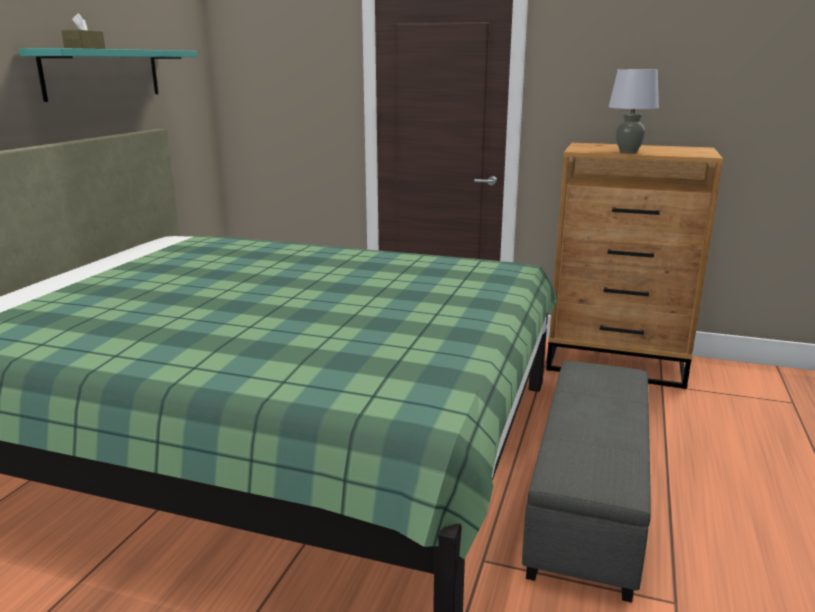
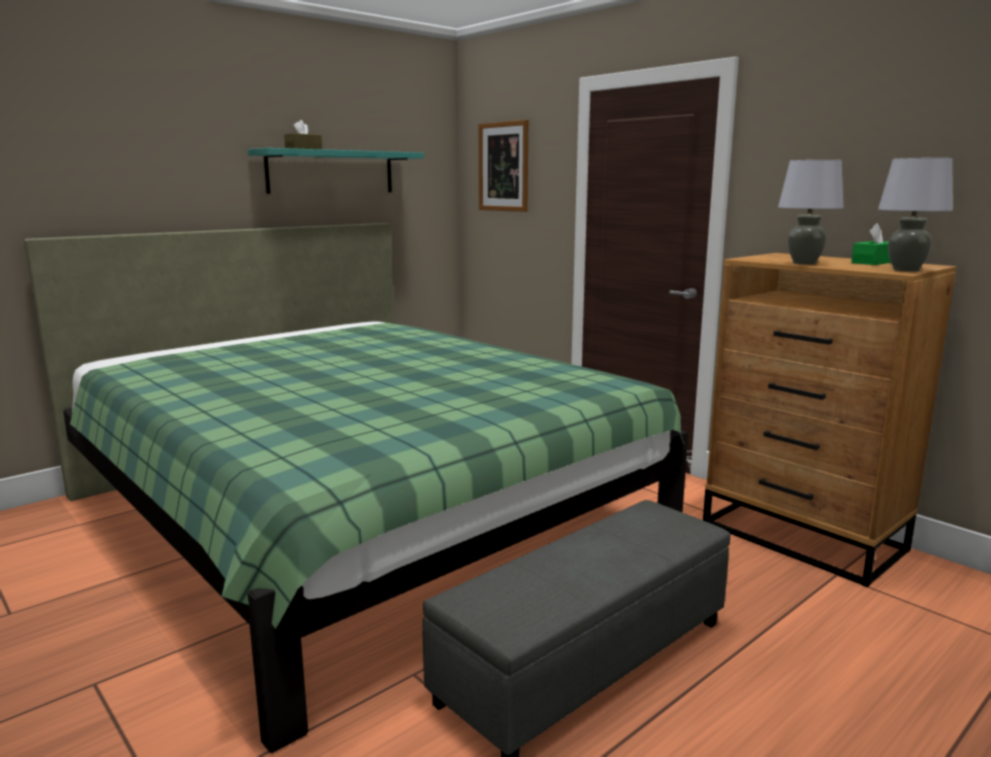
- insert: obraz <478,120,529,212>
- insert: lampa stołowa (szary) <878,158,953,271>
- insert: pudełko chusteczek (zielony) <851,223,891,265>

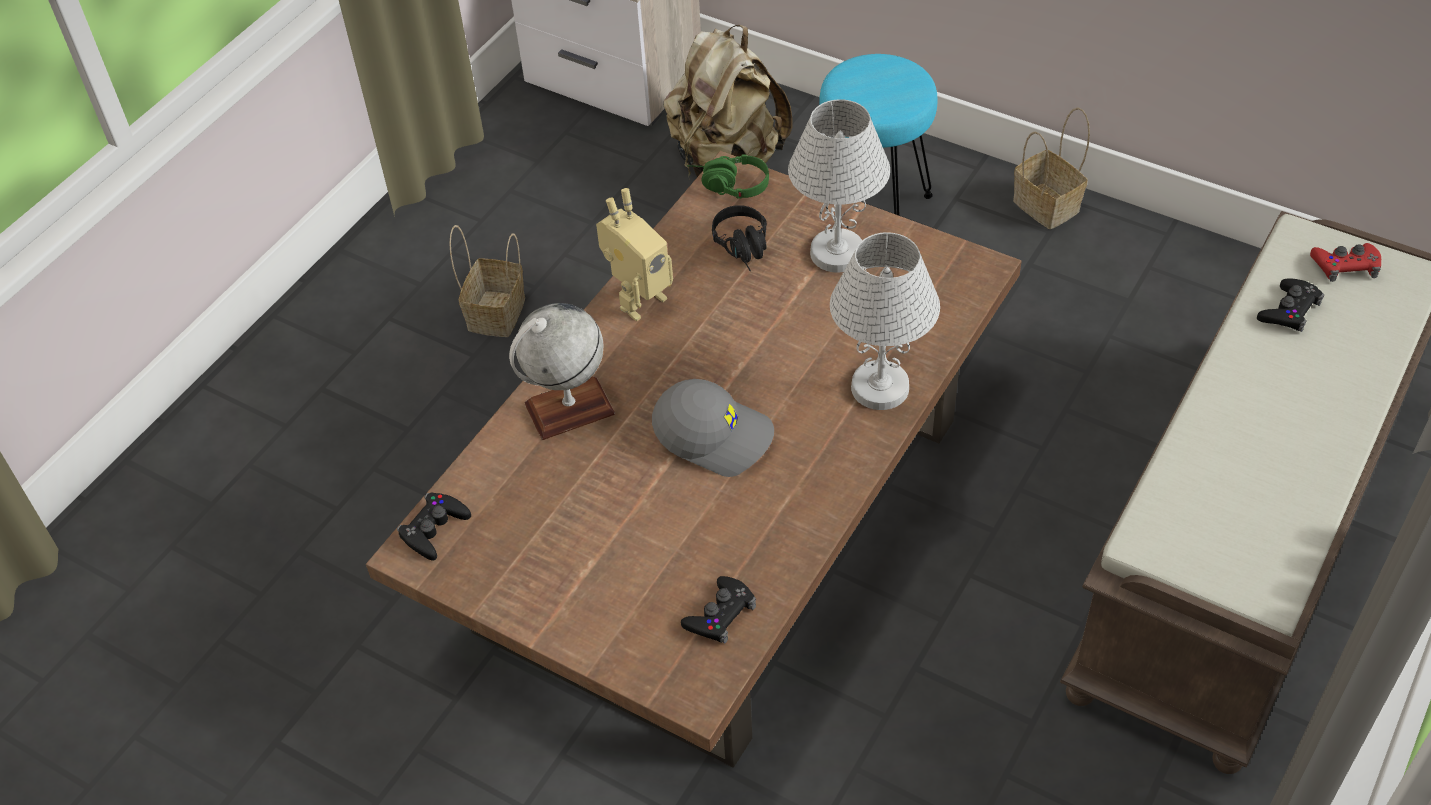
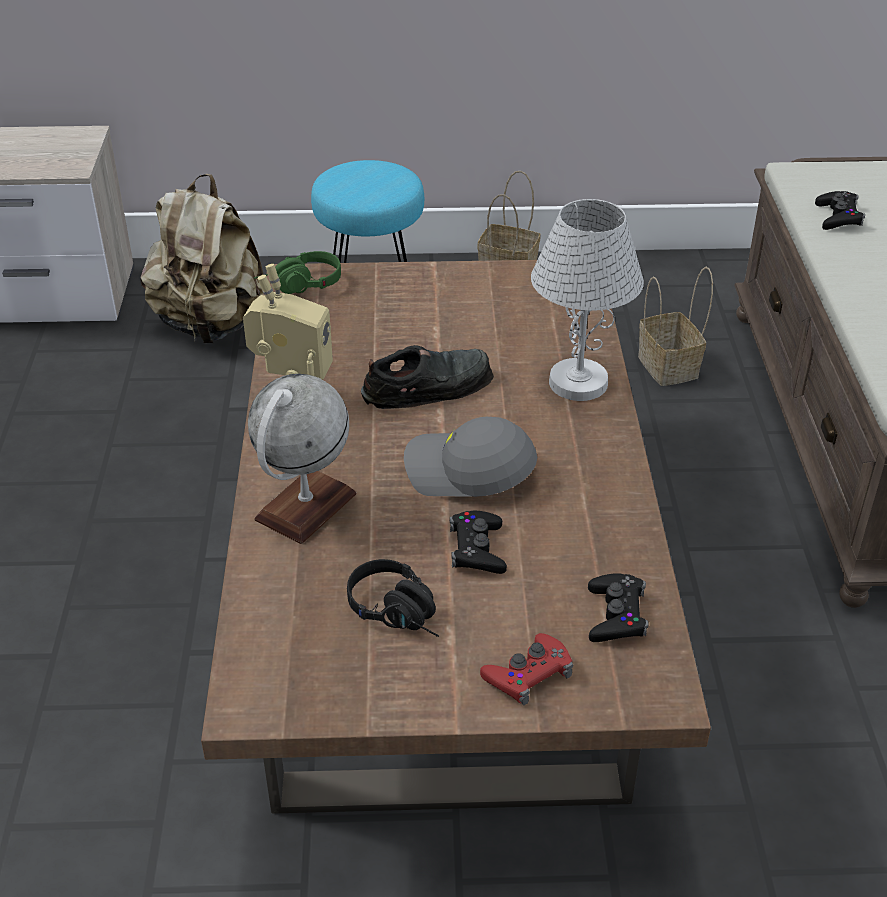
- delete: lampa stołowa (biały) <788,99,890,273>
- move: słuchawki (czarny) <712,205,767,271> to <347,559,439,637>
- move: koszyk <449,225,525,337> to <638,267,713,386>
- move: pad do gier (czerwony) <1310,243,1381,282> to <480,633,573,705>
- rotate: czapka z daszkiem (szary) <652,379,774,477> = <404,417,537,497> 150 degrees counterclockwise
- move: pad do gier (czarny) <397,493,471,561> to <450,511,507,574>
- insert: but (czarny) <361,345,494,409>

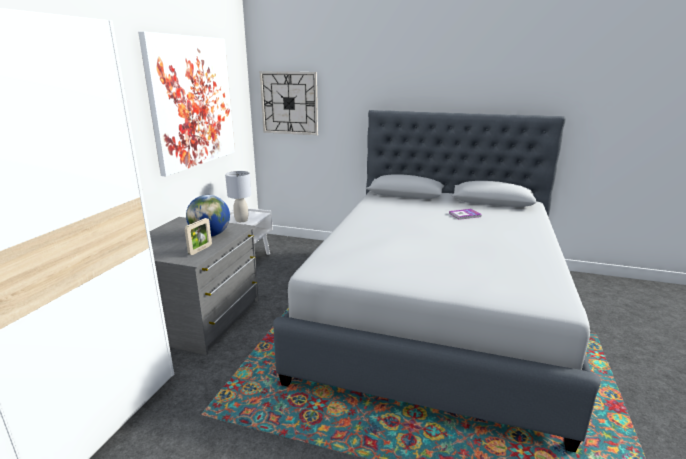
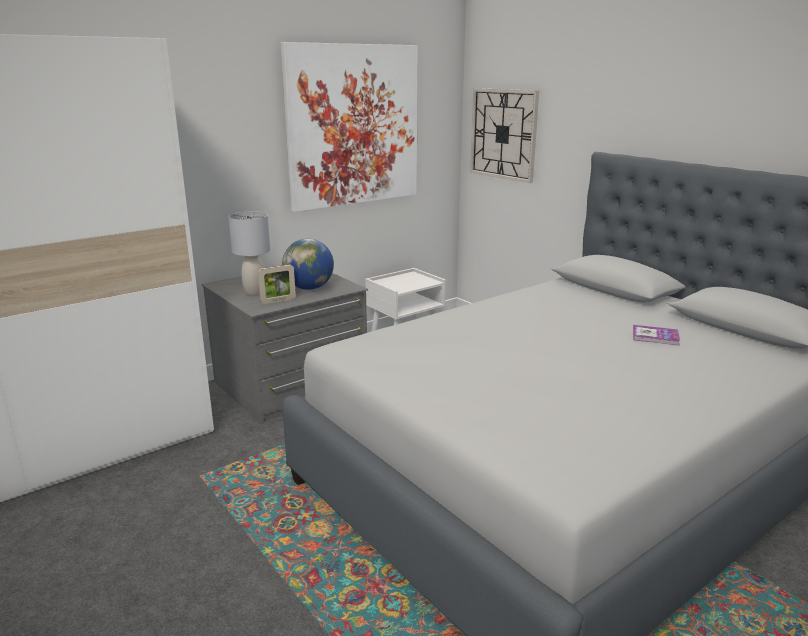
- move: lampa stołowa (szary) <225,171,251,222> to <228,211,270,295>

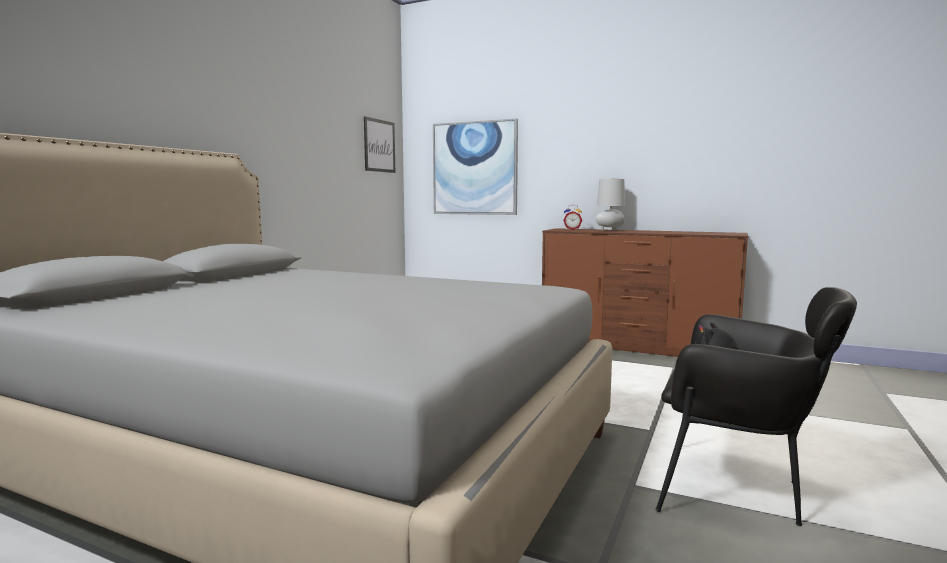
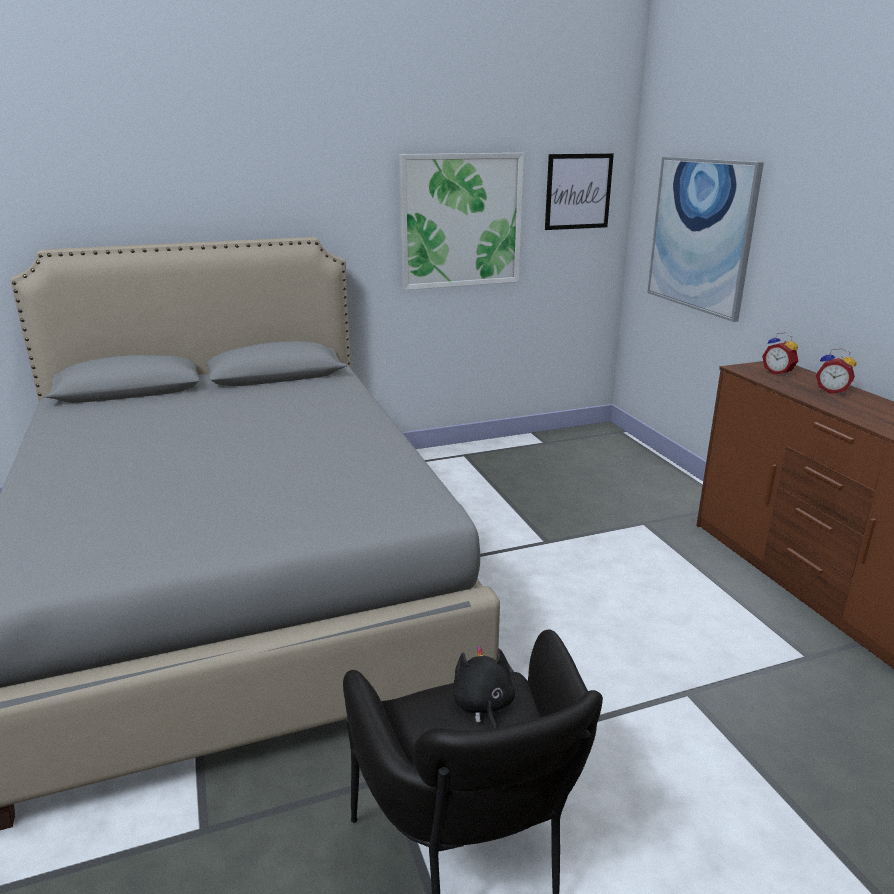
- replace: lampa stołowa (szary) <596,178,625,231> to budzik <816,348,856,394>
- insert: obraz <399,153,524,290>

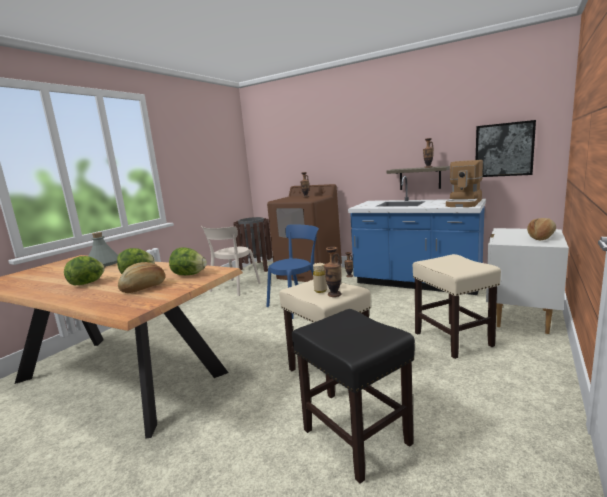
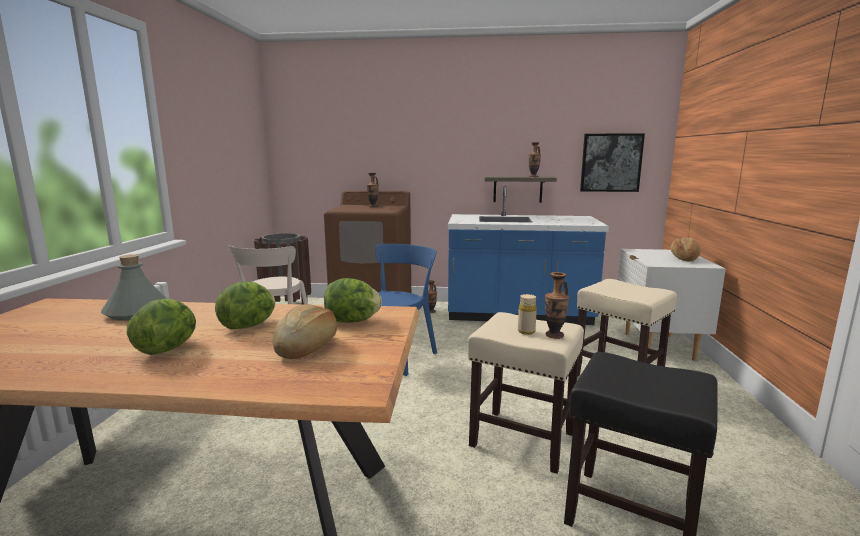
- delete: ekspres do kawy <446,160,483,207>

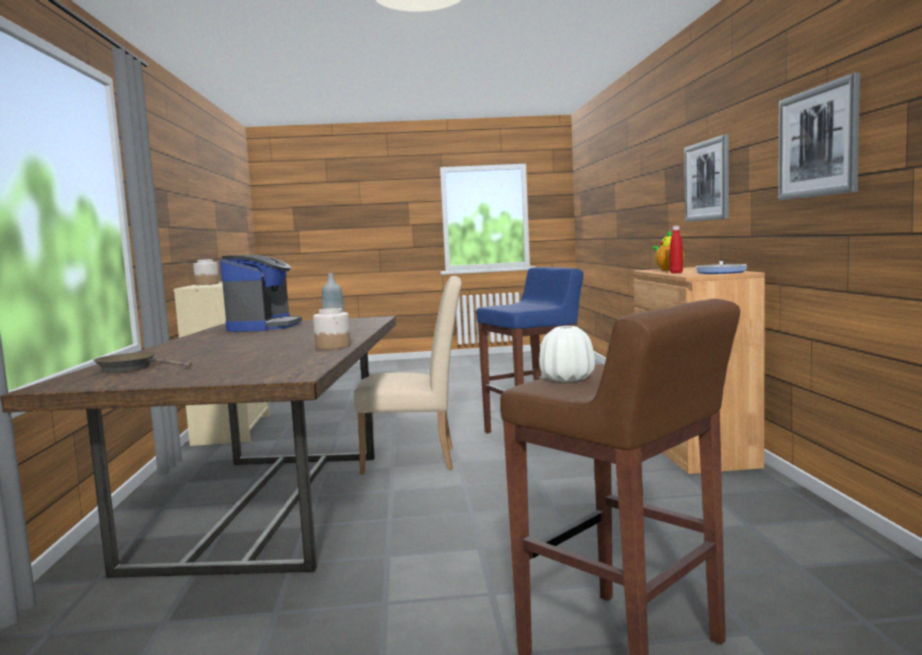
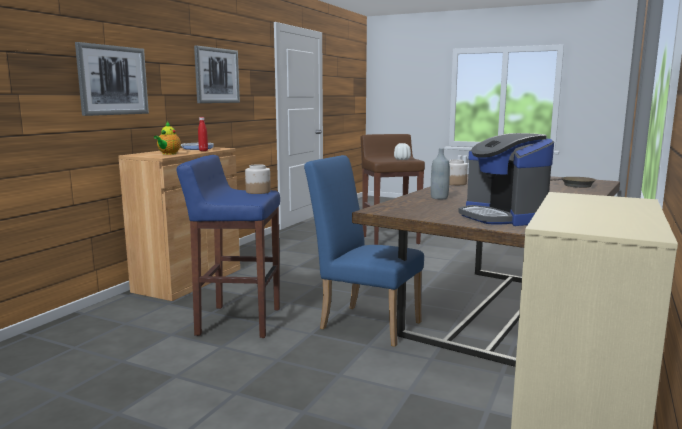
- rotate: ekspres do kawy <220,255,302,332> = <458,133,554,226> 60 degrees counterclockwise
- move: słoik <193,259,219,285> to <245,164,271,194>
- recolor: krzesło (beżowy) <354,276,462,474> to krzesło (niebieski) <304,155,424,347>

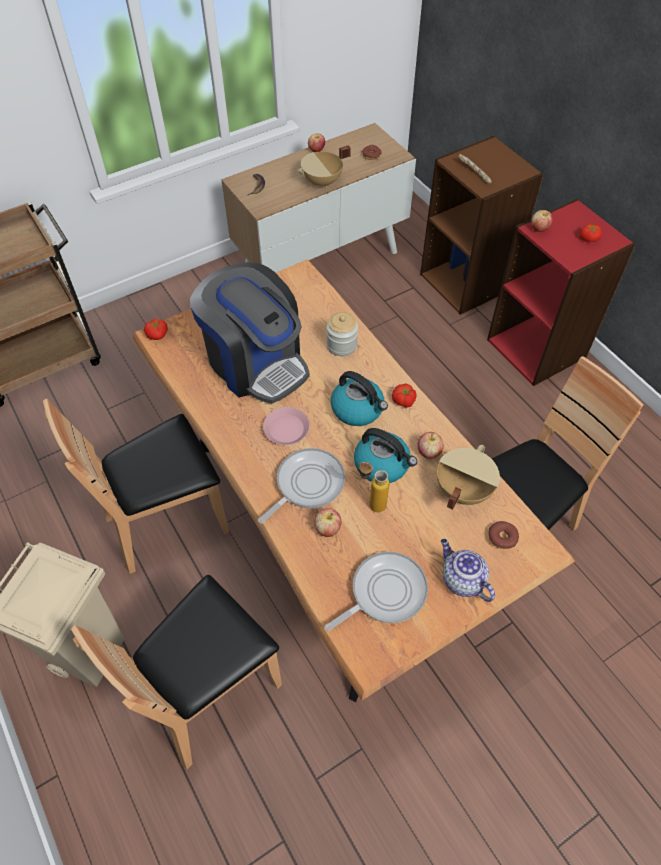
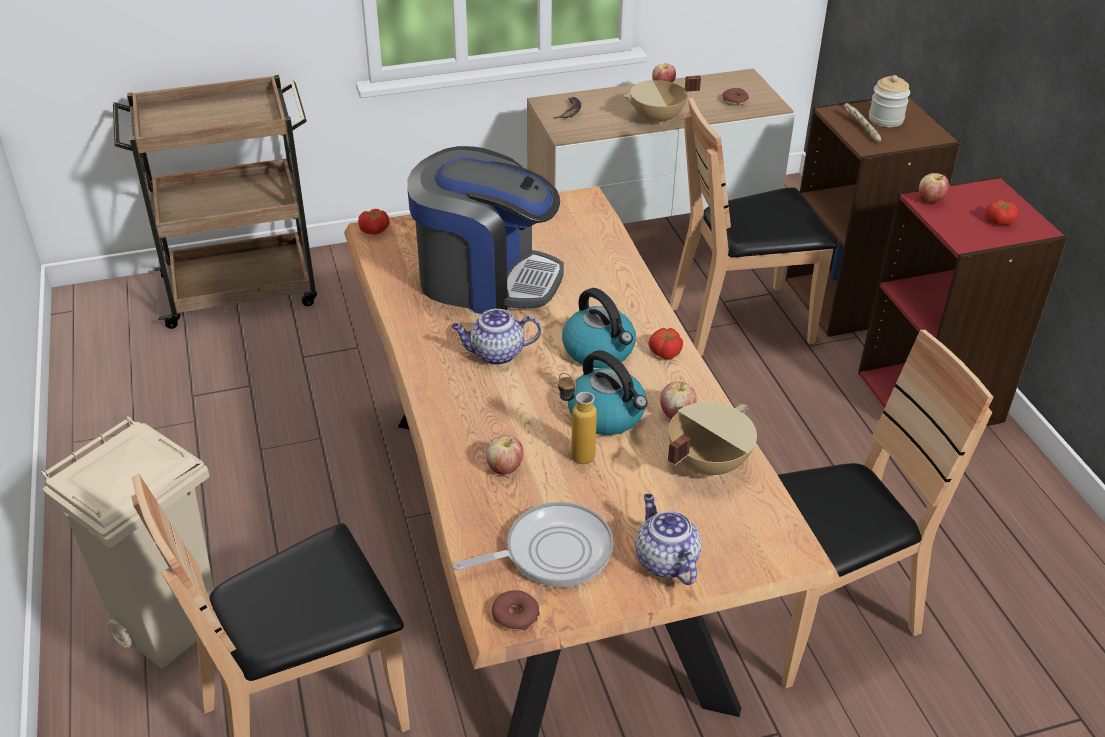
- rotate: ekspres do kawy <190,262,310,403> = <407,146,564,314> 45 degrees counterclockwise
- move: słoik <326,312,358,356> to <869,75,910,127>
- move: krzesło (brązowy) <43,398,229,574> to <669,97,838,356>
- replace: talerz (różowy) <263,407,310,445> to imbryk <451,309,541,365>
- delete: patelnia <258,448,345,524>
- move: donut <489,521,519,549> to <492,590,540,631>

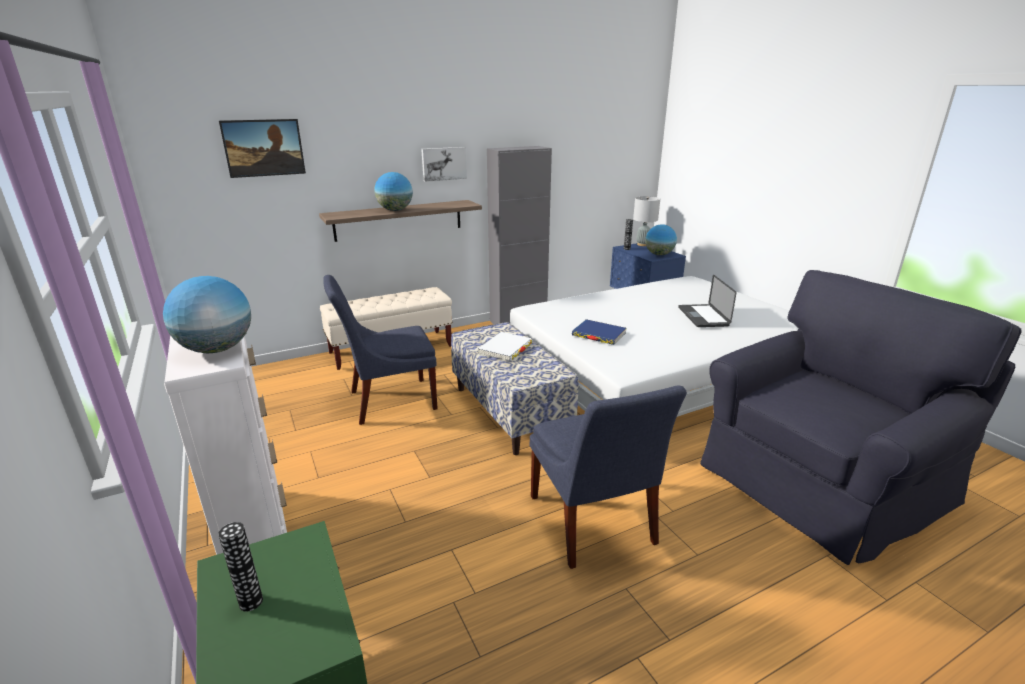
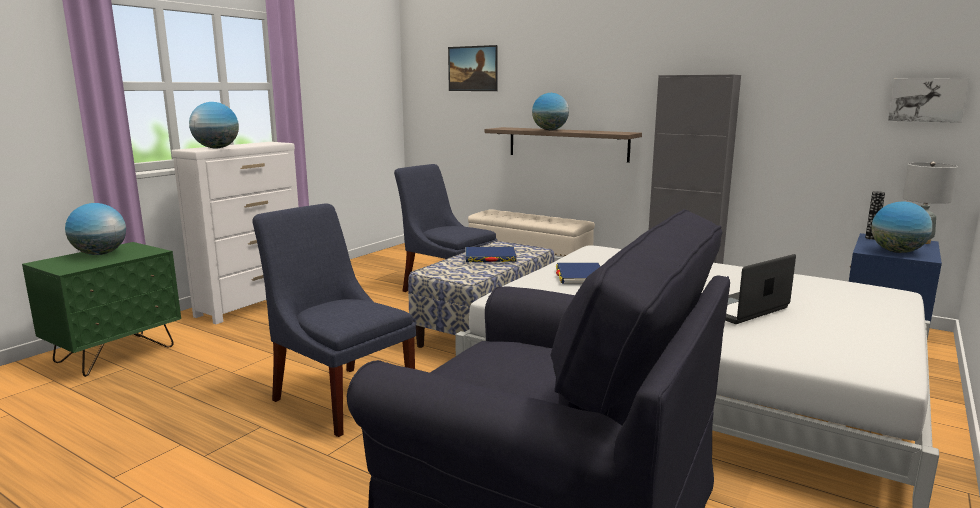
- move: obraz <421,147,467,182> to <888,78,969,123>
- recolor: książka (biały) <478,332,532,361> to książka (niebieski) <466,247,516,262>
- rotate: krzesło (niebieski) <530,385,687,569> = <252,203,416,437> 90 degrees clockwise
- replace: wazon <218,522,263,612> to globus <65,203,126,255>

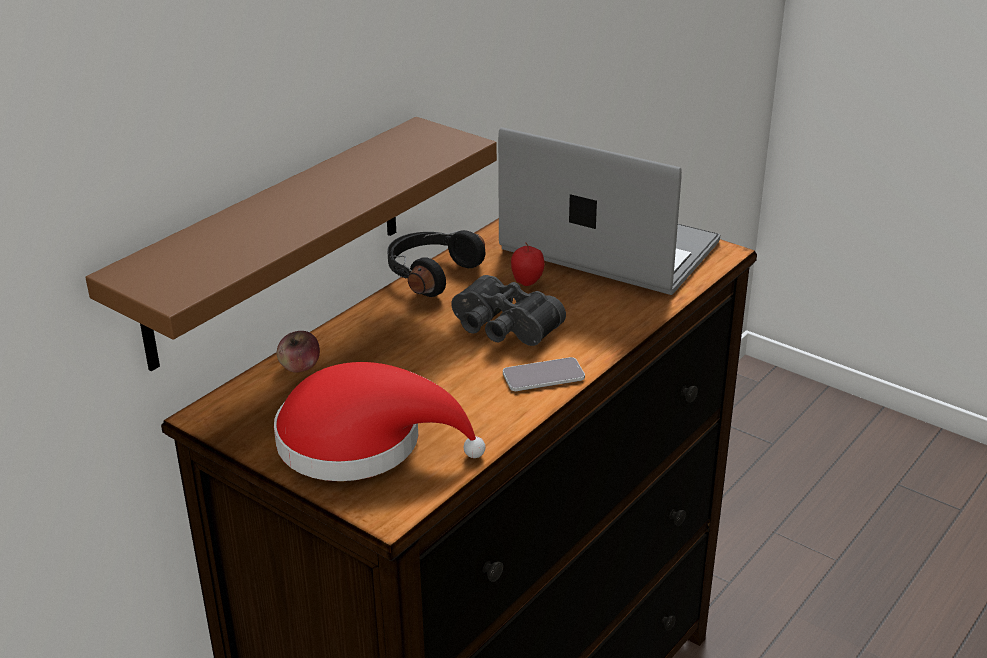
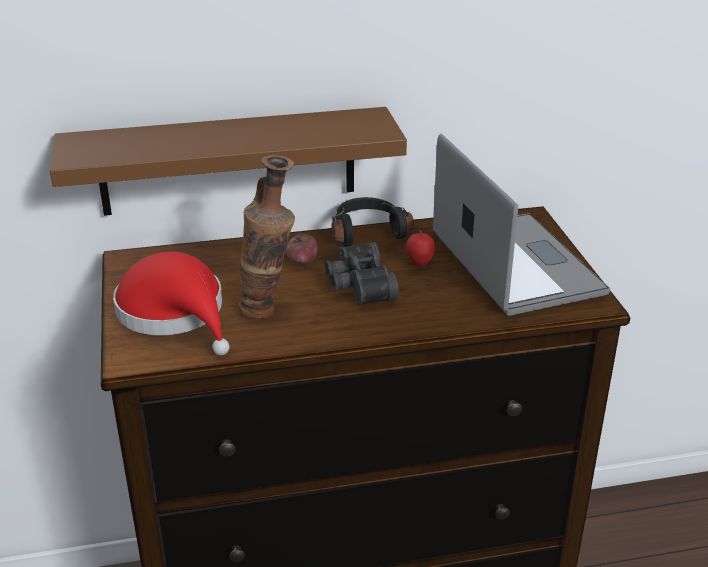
- move: jabłko <277,331,320,373> to <286,234,318,264>
- delete: telefon <503,357,585,391>
- insert: wazon <238,155,295,319>

